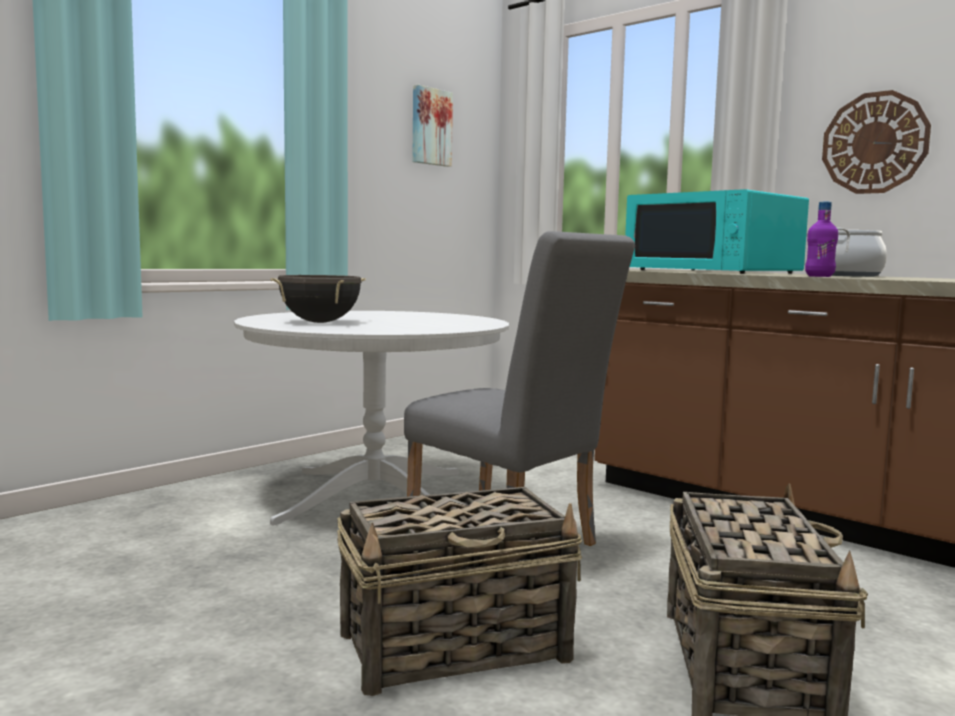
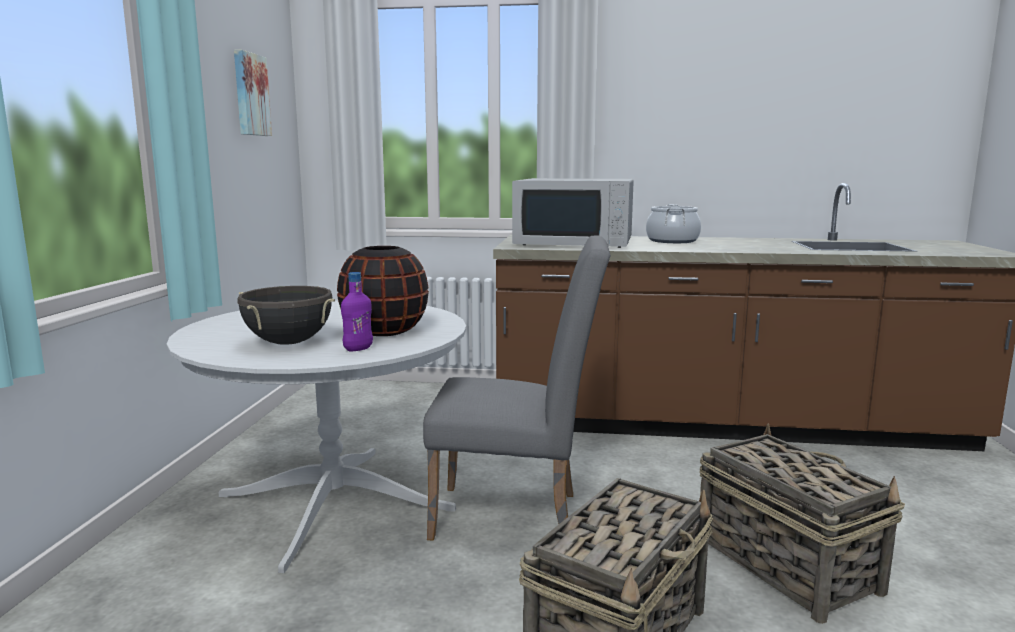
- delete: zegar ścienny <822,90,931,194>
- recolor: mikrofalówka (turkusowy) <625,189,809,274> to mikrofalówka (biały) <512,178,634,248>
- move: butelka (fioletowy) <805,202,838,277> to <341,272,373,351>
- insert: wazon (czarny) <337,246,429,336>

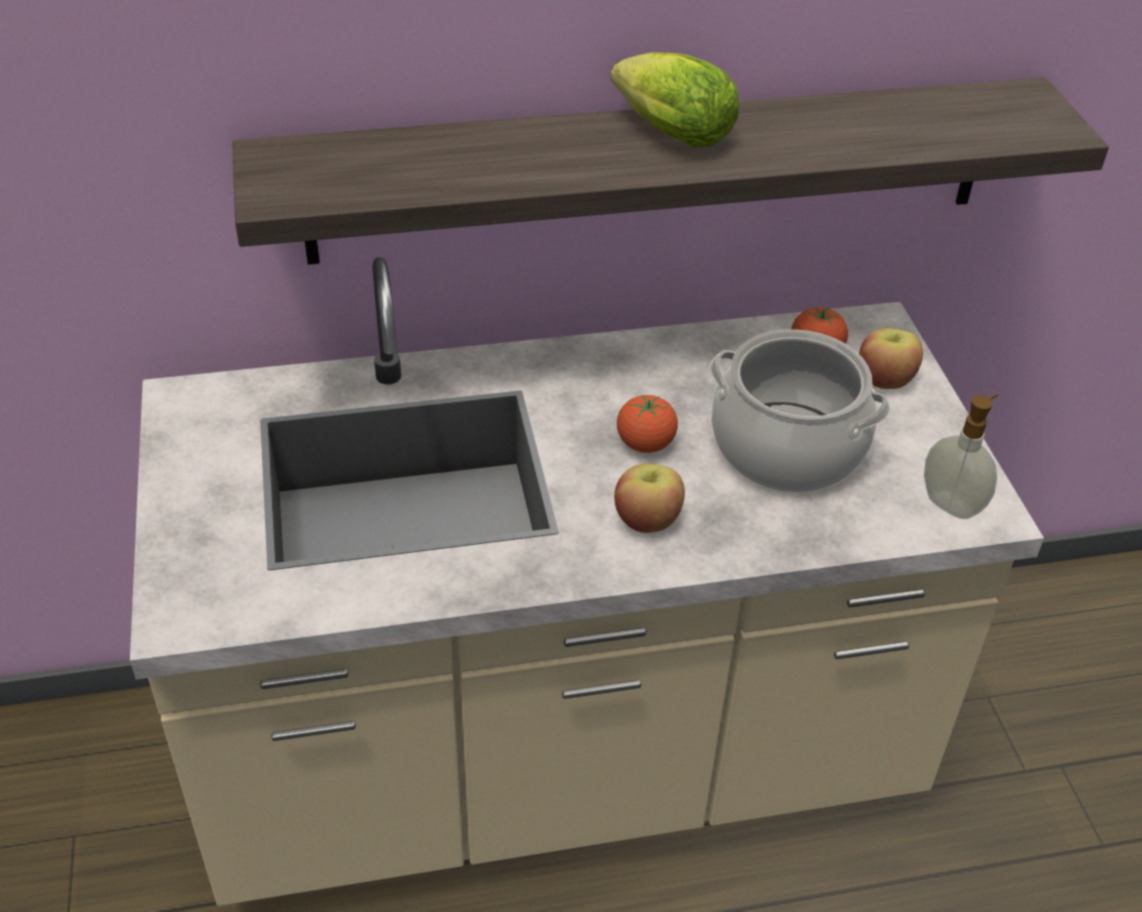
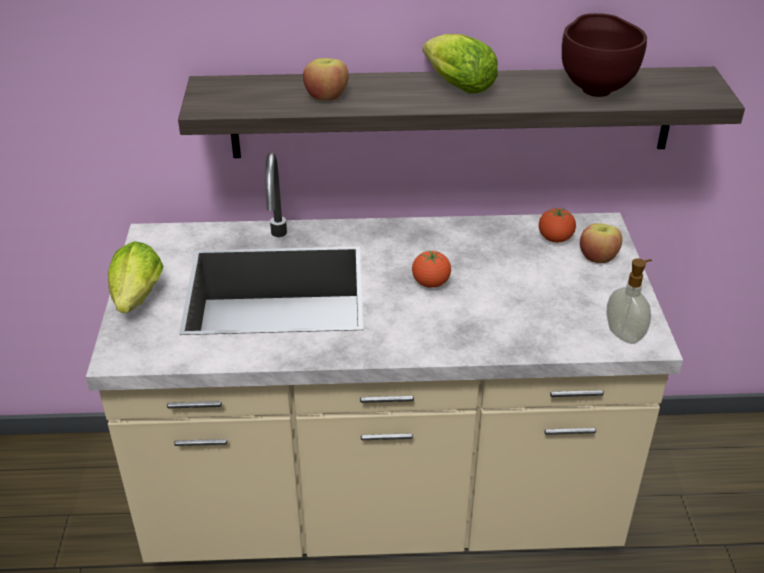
- delete: garnek <710,329,890,493>
- move: jabłko <614,464,685,533> to <303,58,349,101>
- insert: miska (brązowy) <562,13,647,97>
- insert: sałata <108,241,163,313>

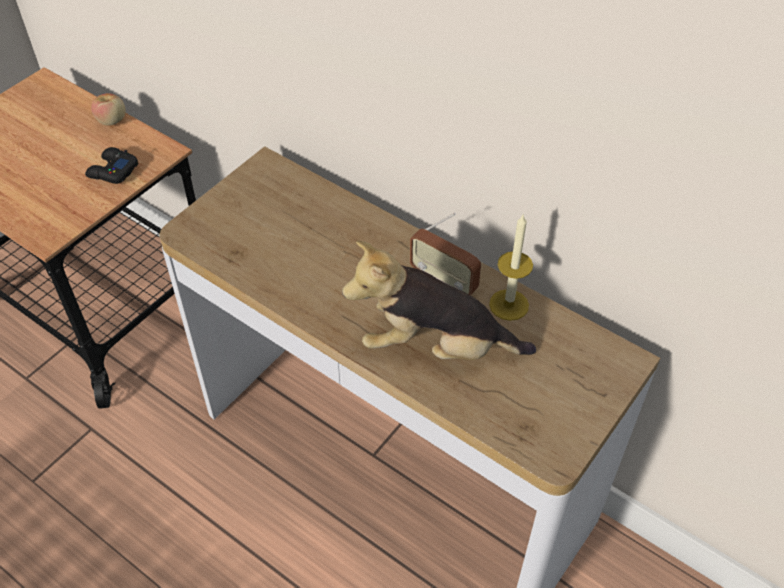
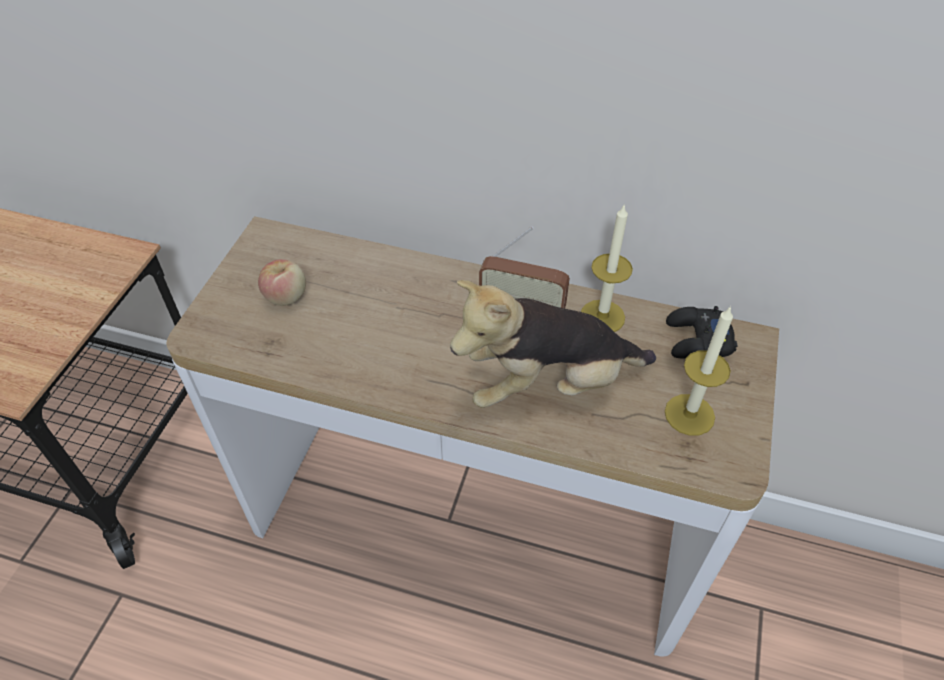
- move: jabłko <91,93,126,126> to <258,259,306,306>
- move: pad do gier (czarny) <85,147,139,184> to <666,306,738,358>
- insert: świeca <665,306,733,436>

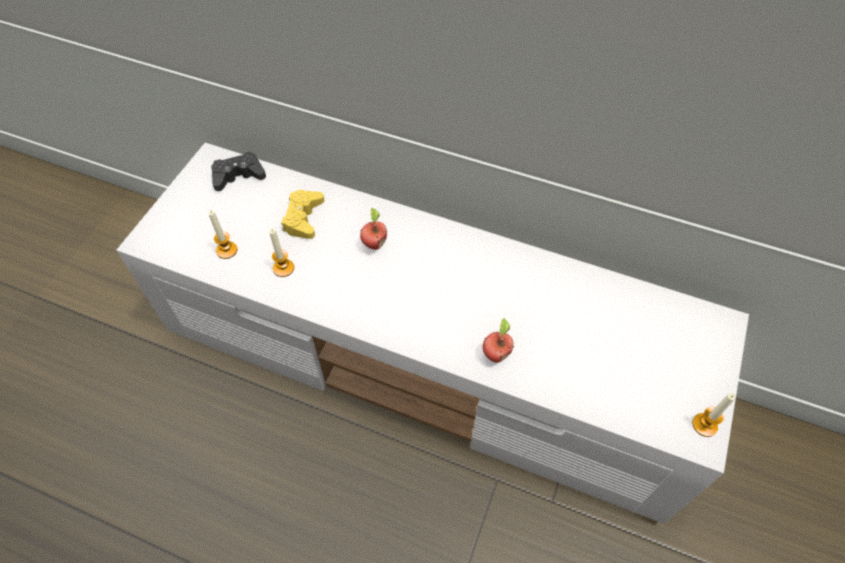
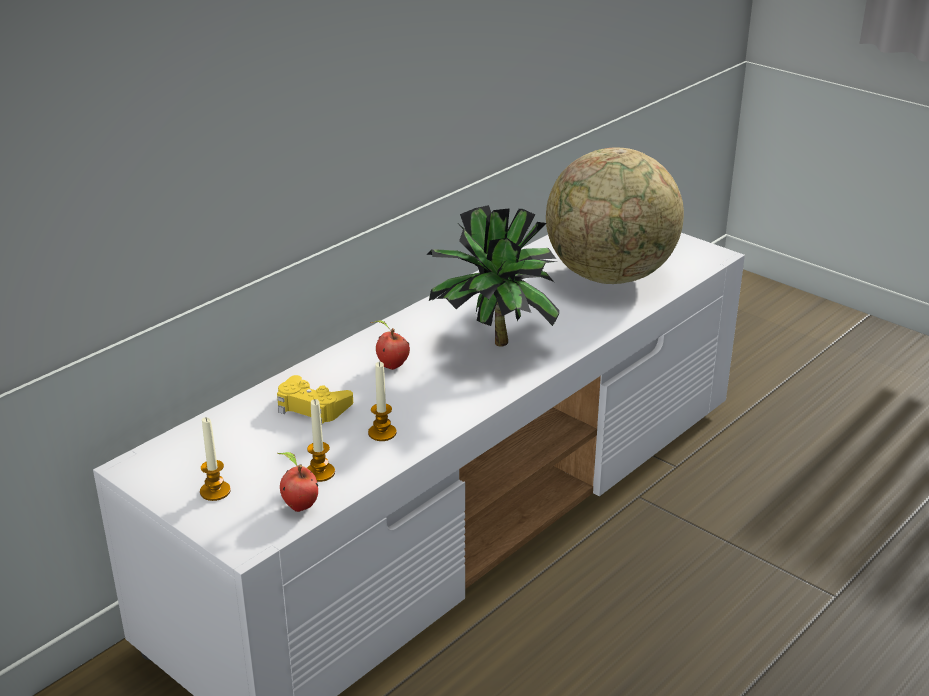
- delete: pad do gier (czarny) <211,152,266,191>
- move: jabłko <482,318,514,363> to <278,452,318,512>
- move: świeca <692,393,735,437> to <200,417,231,501>
- insert: globus <546,147,684,284>
- insert: roślina doniczkowa <426,205,559,347>

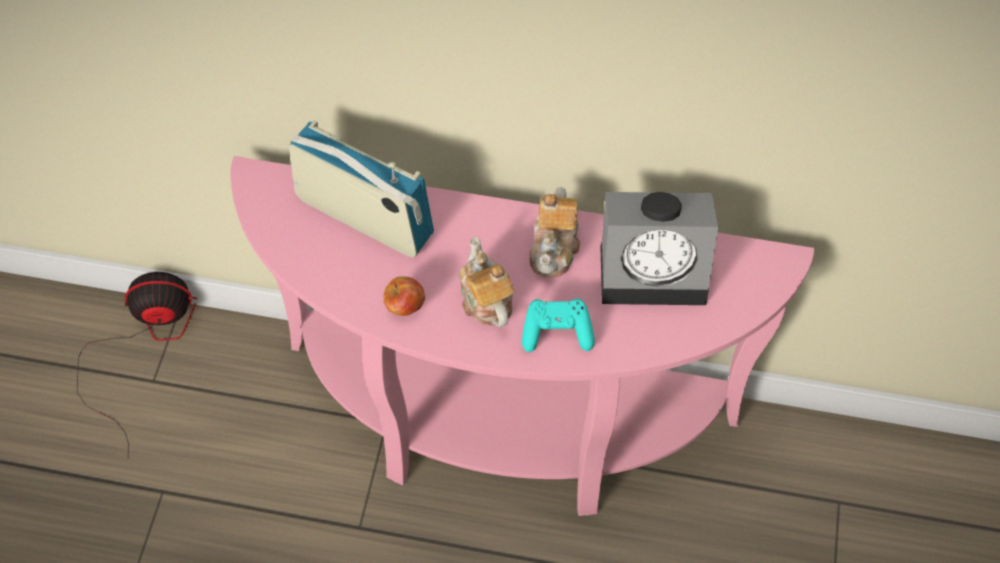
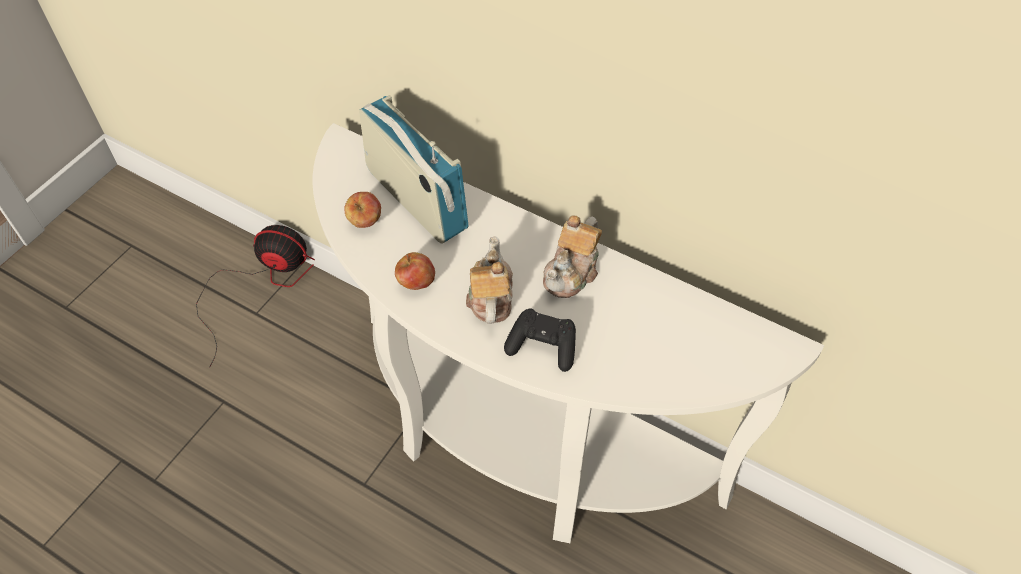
- recolor: stolik konsolowy (różowy) <231,156,814,516> to stolik konsolowy (biały) <313,123,824,543>
- delete: budzik <600,192,718,305>
- recolor: pad do gier (turkusowy) <522,298,595,352> to pad do gier (czarny) <504,309,576,372>
- insert: jabłko <344,192,381,228>

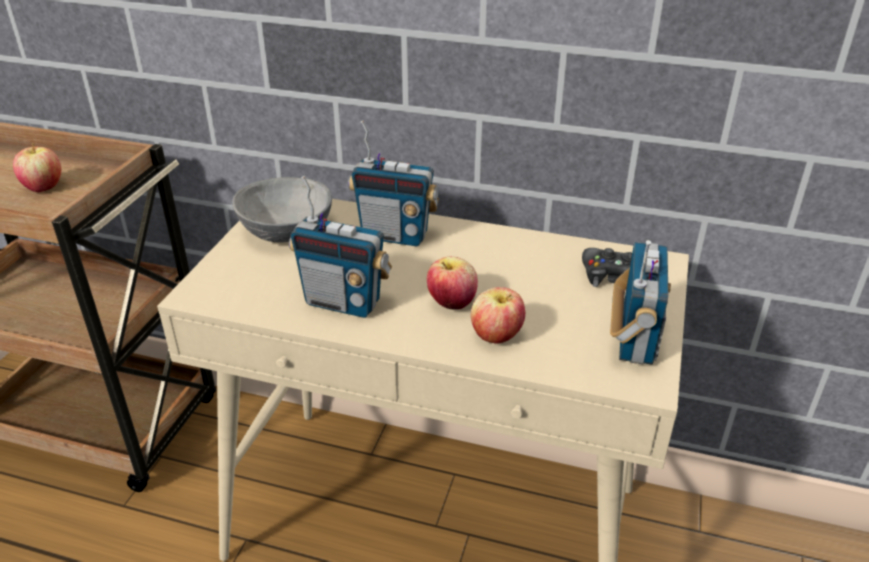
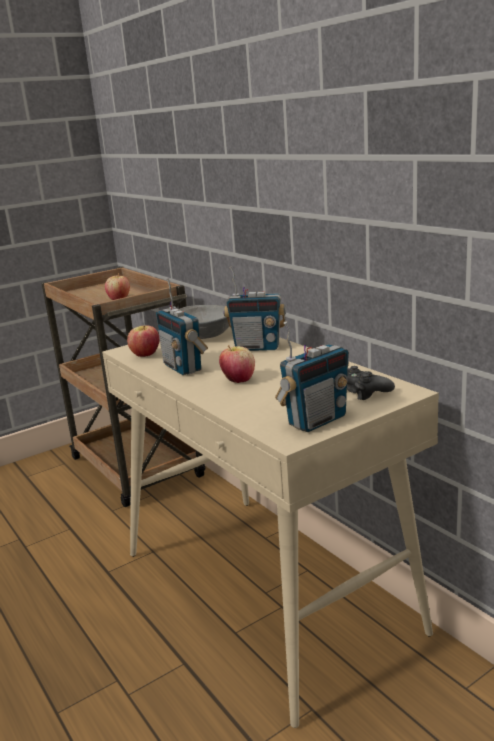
- rotate: radio <348,120,439,246> = <223,267,286,351> 45 degrees counterclockwise
- move: jabłko <471,287,525,344> to <127,325,159,357>

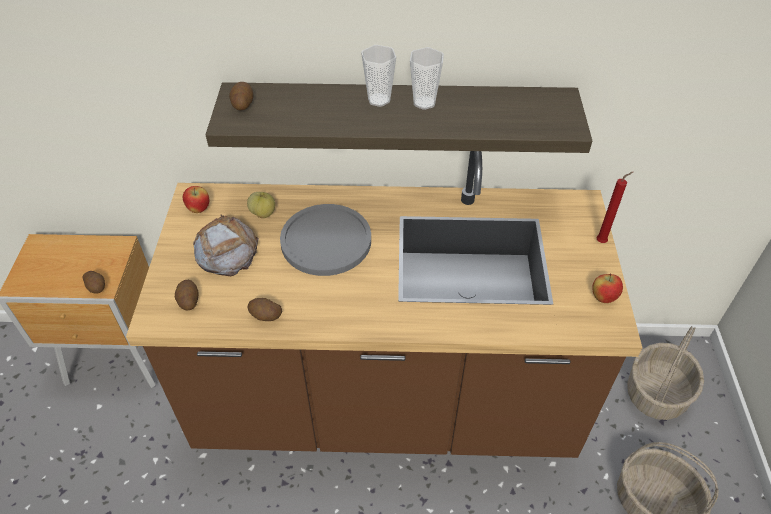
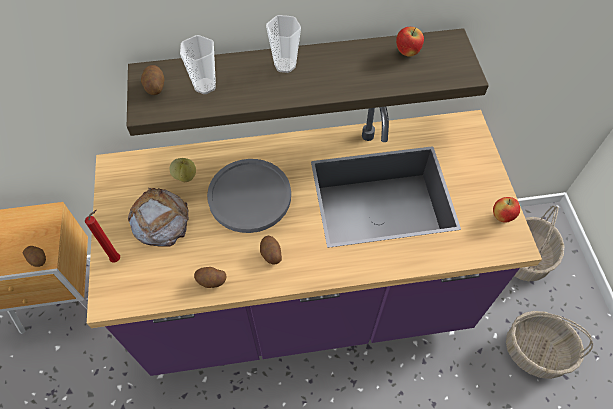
- move: filiżanka <410,47,444,110> to <180,35,216,94>
- recolor: zabudowa kuchenna (brązowy) <126,151,642,458> to zabudowa kuchenna (fioletowy) <87,107,542,376>
- move: świeca (czerwony) <597,172,633,243> to <85,210,120,263>
- move: jabłko <183,186,209,213> to <396,27,424,57>
- move: ziemniak <175,280,199,310> to <260,236,282,264>

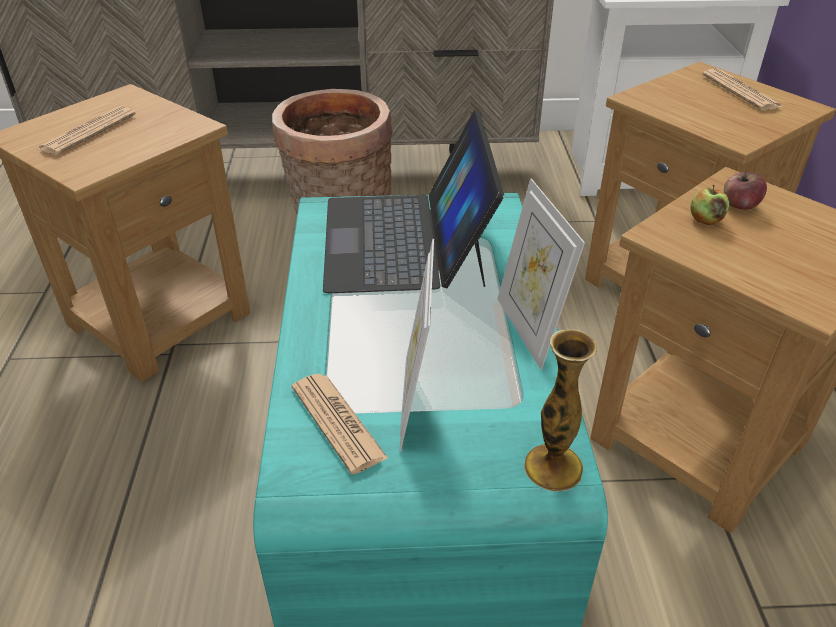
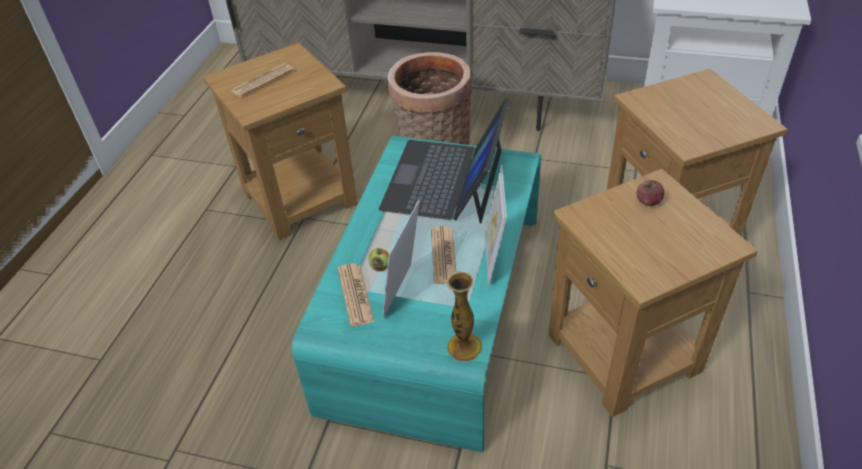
- move: gazeta <702,68,782,111> to <431,226,456,284>
- move: jabłko <690,185,729,225> to <368,248,389,271>

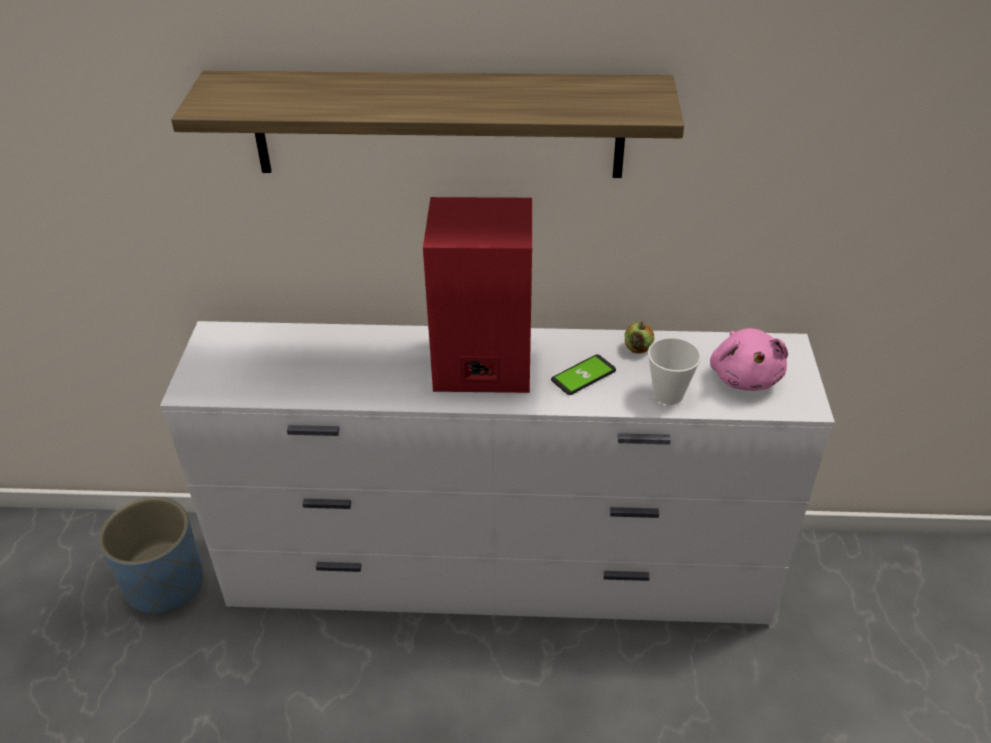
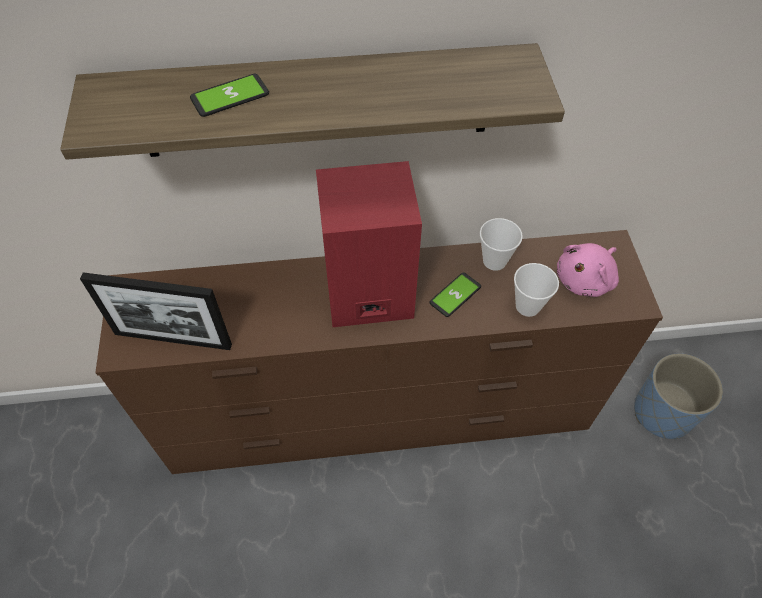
- recolor: komoda (biały) <160,321,835,624> to komoda (brązowy) <95,230,663,474>
- replace: jabłko <625,321,654,354> to filiżanka <480,218,523,271>
- rotate: pluszak (różowy) <710,328,788,391> = <557,243,619,297> 60 degrees clockwise
- move: donica (niebieski) <99,497,203,616> to <634,353,723,439>
- insert: telefon <190,74,269,117>
- insert: ramka na zdjęcie <80,272,232,350>

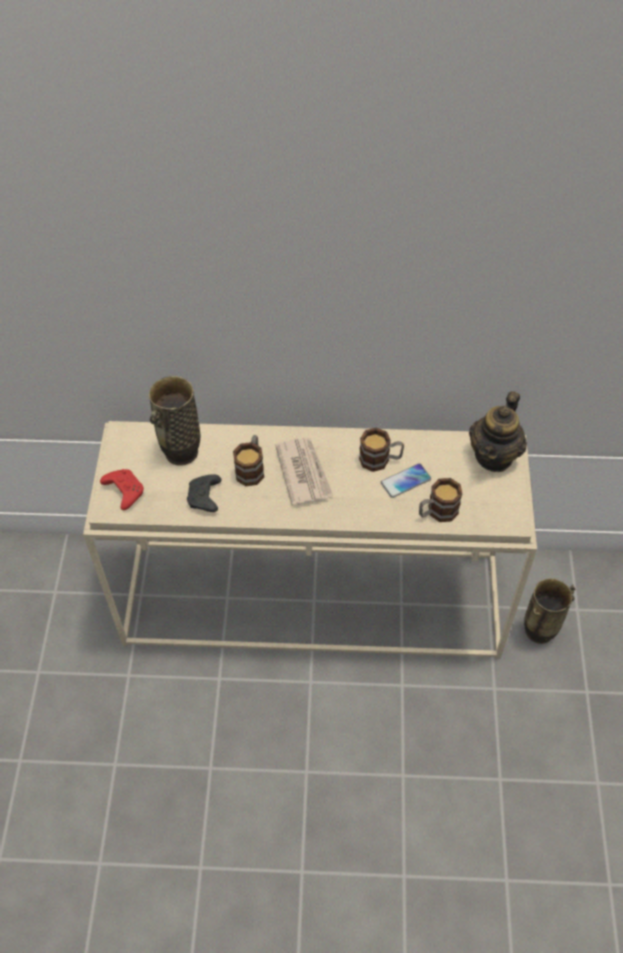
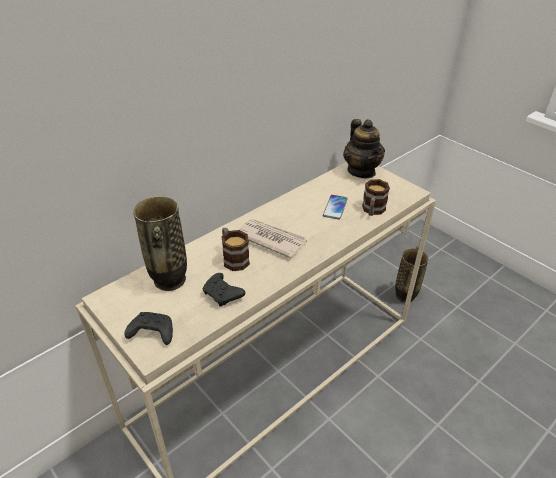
- delete: kubek <359,427,404,472>
- recolor: pad do gier (czerwony) <100,469,144,510> to pad do gier (czarny) <125,312,173,345>

